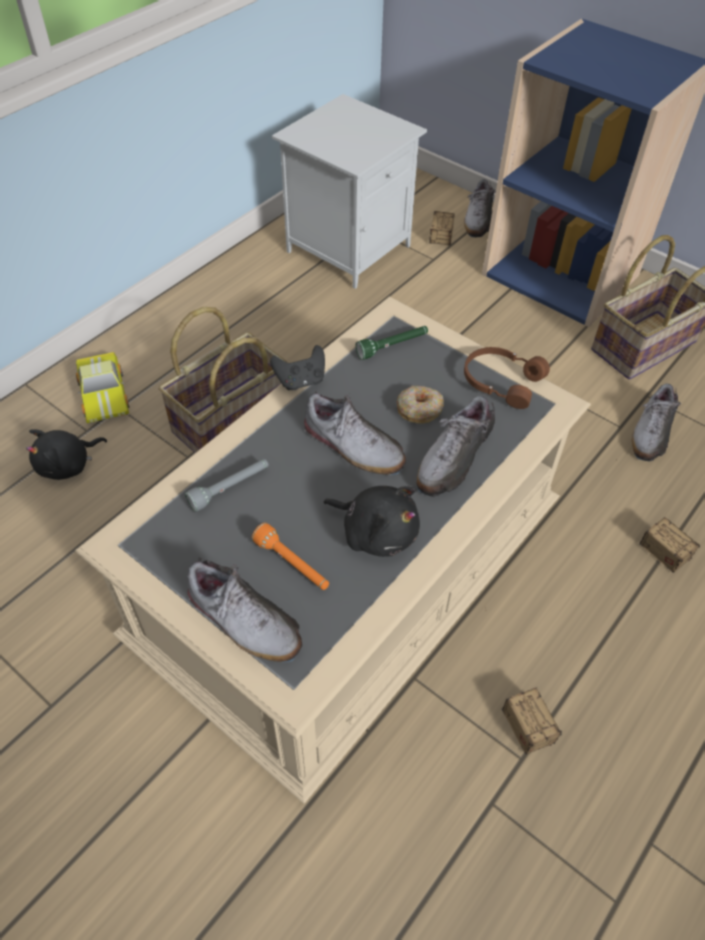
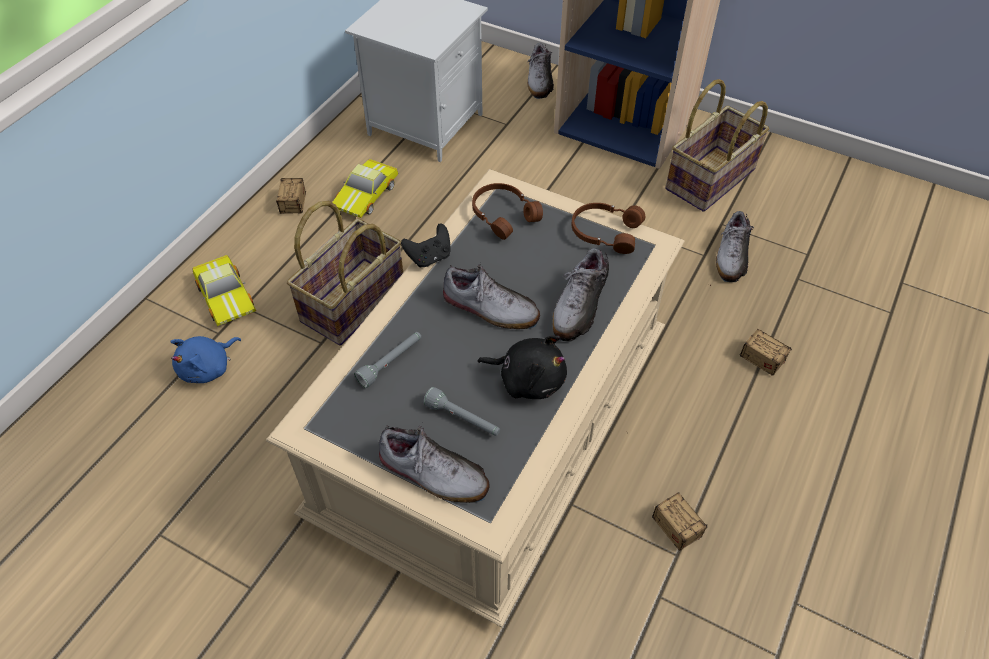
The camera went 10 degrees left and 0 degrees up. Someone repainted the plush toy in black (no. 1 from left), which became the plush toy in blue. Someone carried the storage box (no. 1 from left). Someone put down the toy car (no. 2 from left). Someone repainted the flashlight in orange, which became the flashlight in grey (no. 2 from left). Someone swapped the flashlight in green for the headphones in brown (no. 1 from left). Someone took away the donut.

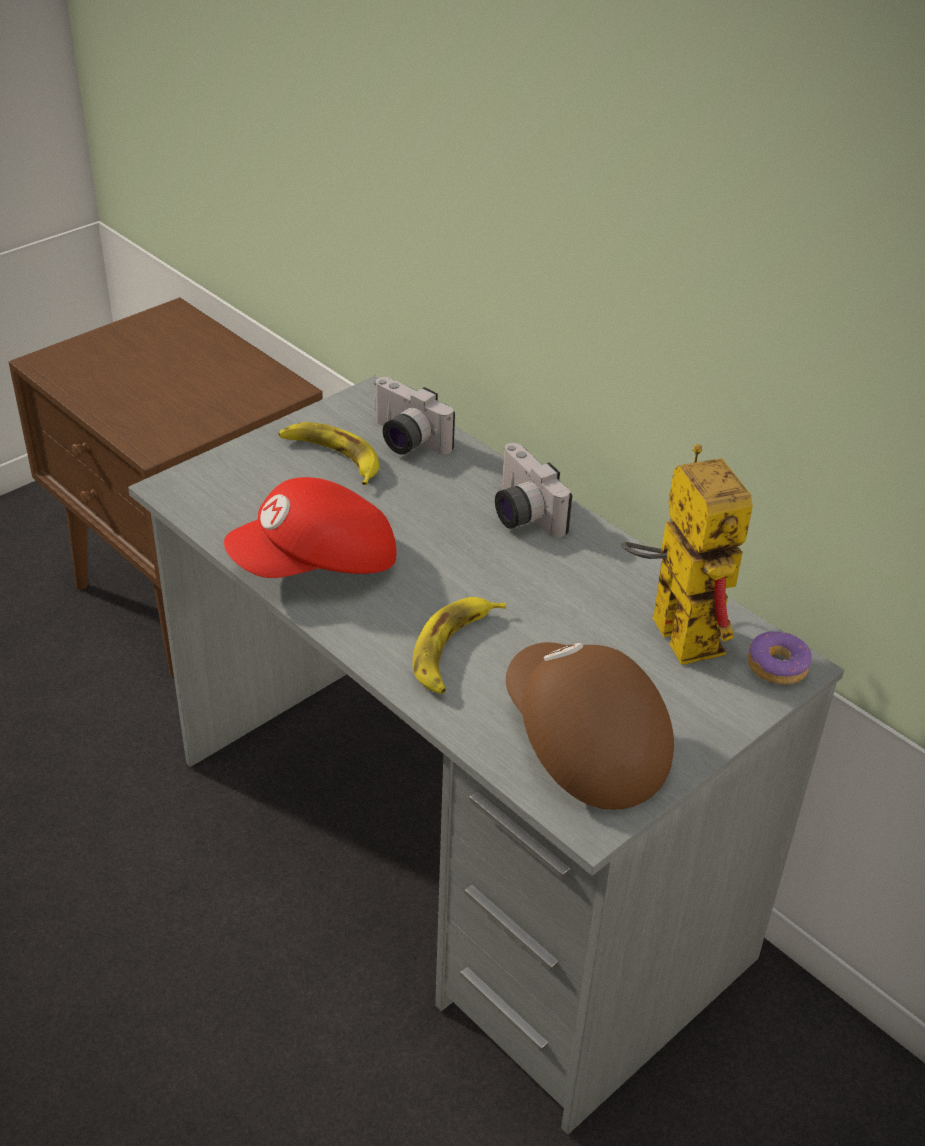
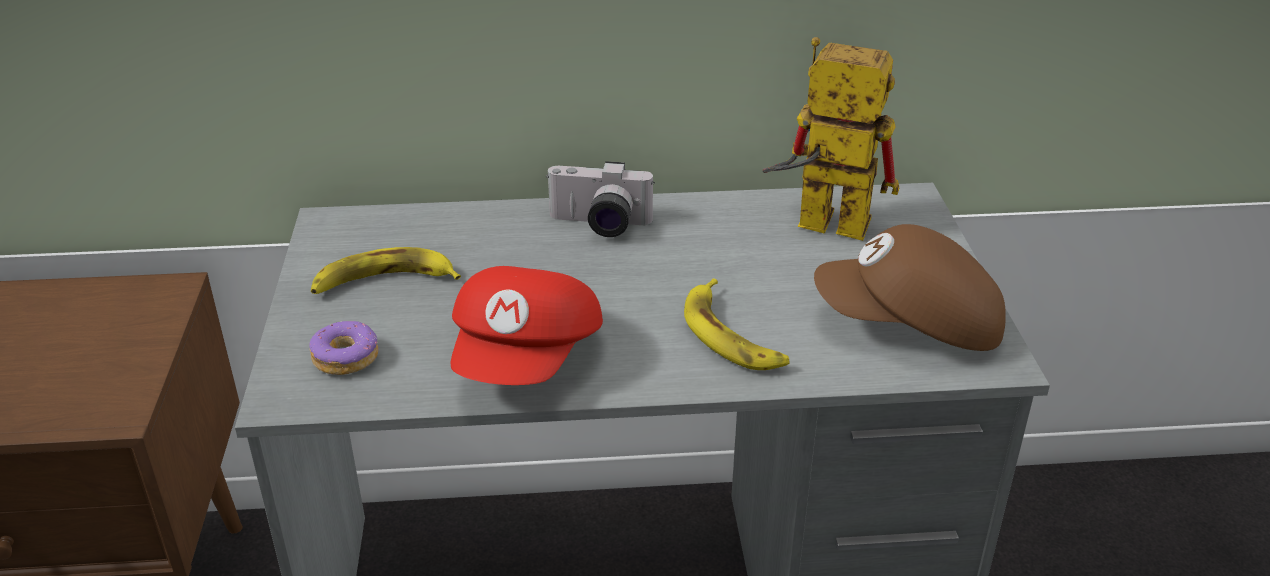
The camera went 50 degrees left and 5 degrees down. Someone carried the donut. Someone took away the photo camera (no. 1 from left).

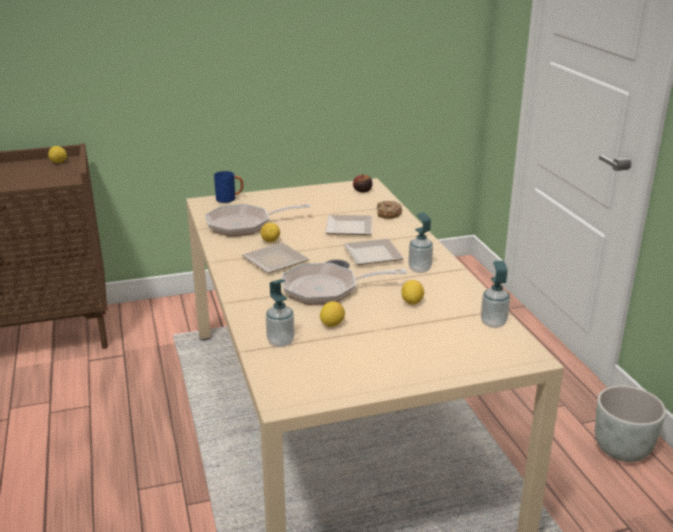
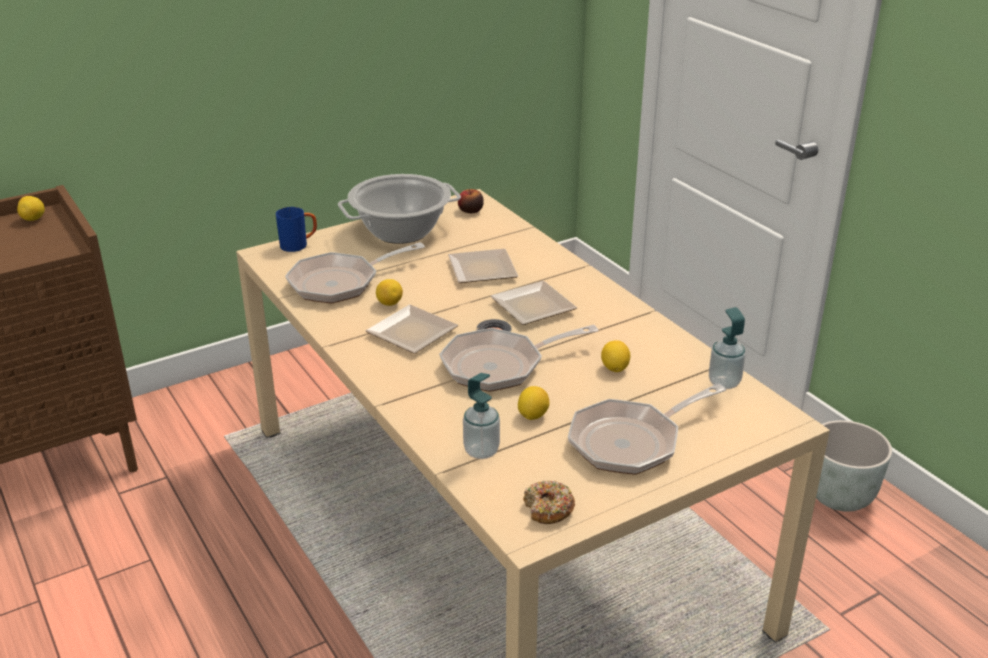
The camera went 15 degrees left and 5 degrees up. Someone put down the cooking pot. Someone carried the donut. Someone put down the frying pan (no. 3 from left). Someone took away the soap dispenser (no. 2 from left).

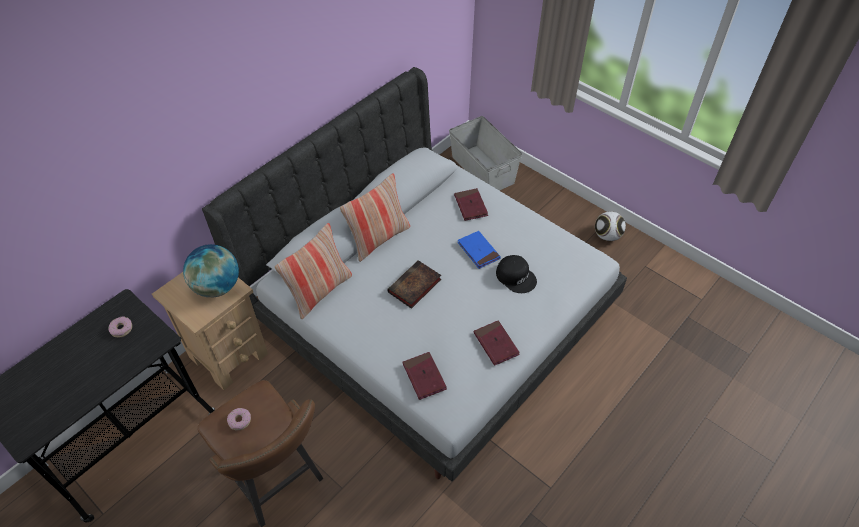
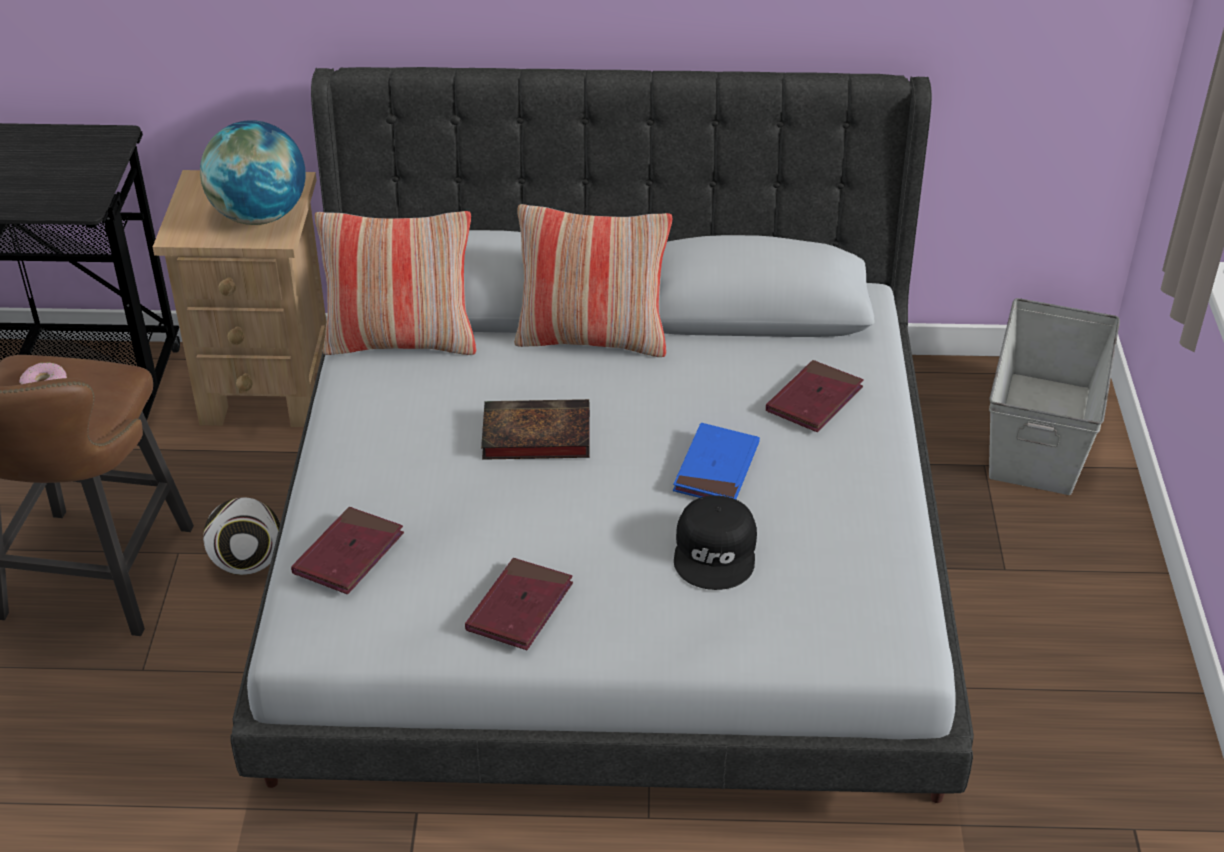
The camera went 50 degrees right and 10 degrees down. Someone carried the football. Someone took away the donut (no. 1 from left).

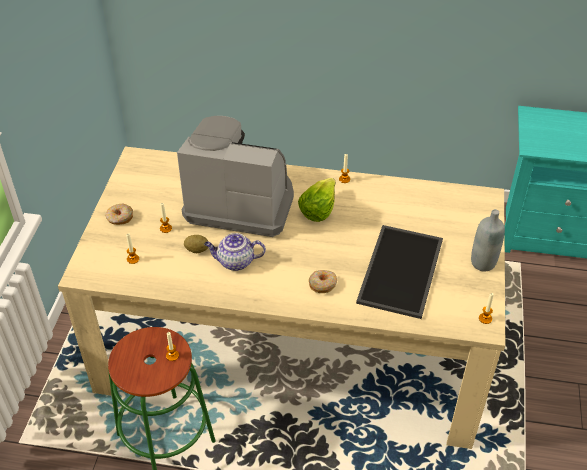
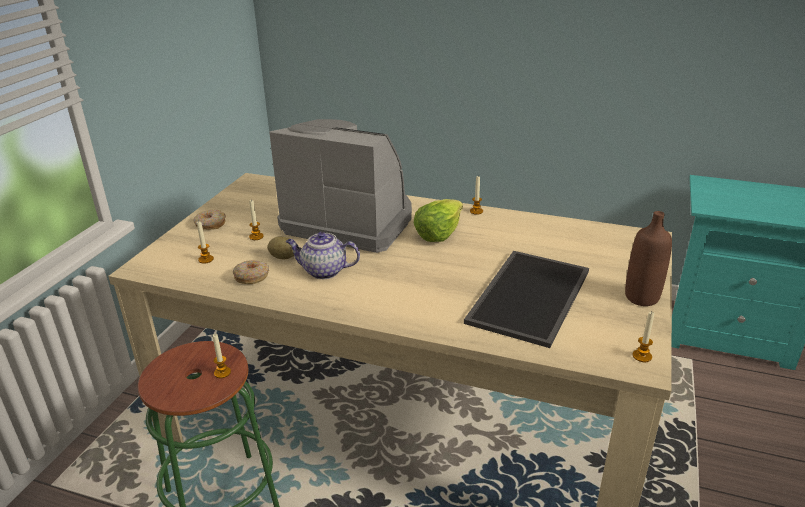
The camera went 10 degrees right and 15 degrees down. Someone carried the donut (no. 2 from left). Someone repainted the bottle in grey, which became the bottle in brown.

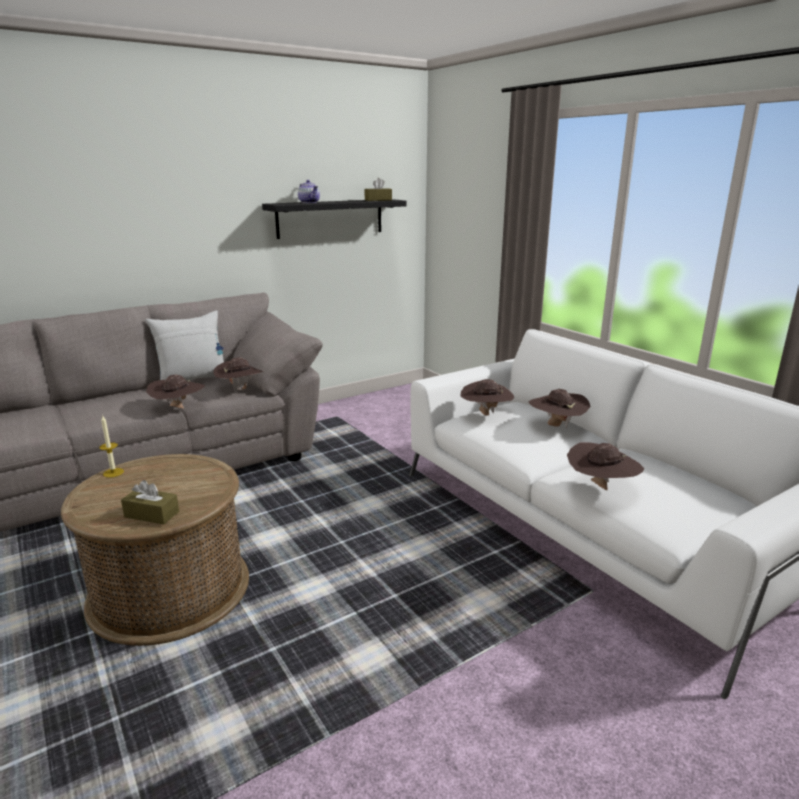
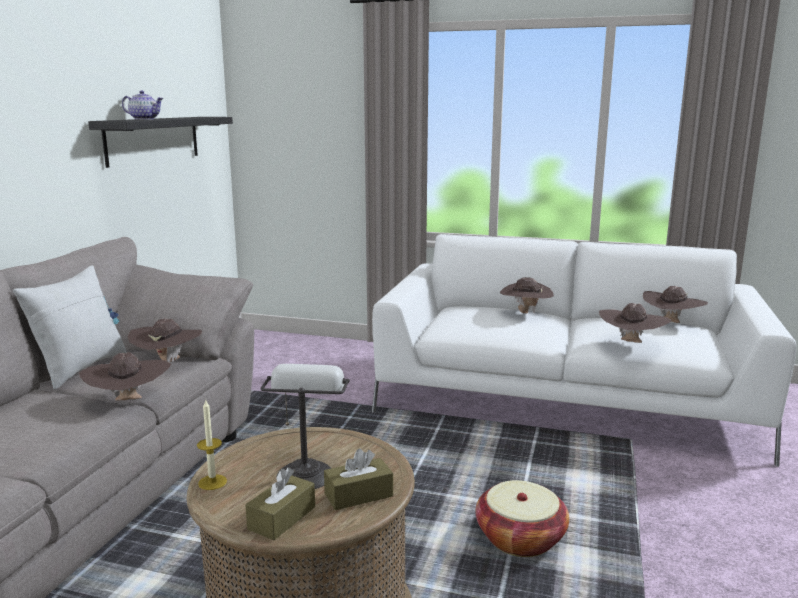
The camera went 40 degrees left and 5 degrees down. Someone carried the tissue box in brown (no. 2 from left in the first image). Someone put down the table lamp. Someone put down the basket. Someone carried the hat in brown (no. 3 from left in the first image).

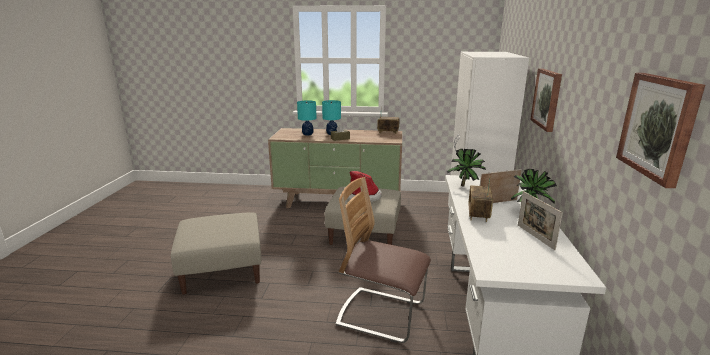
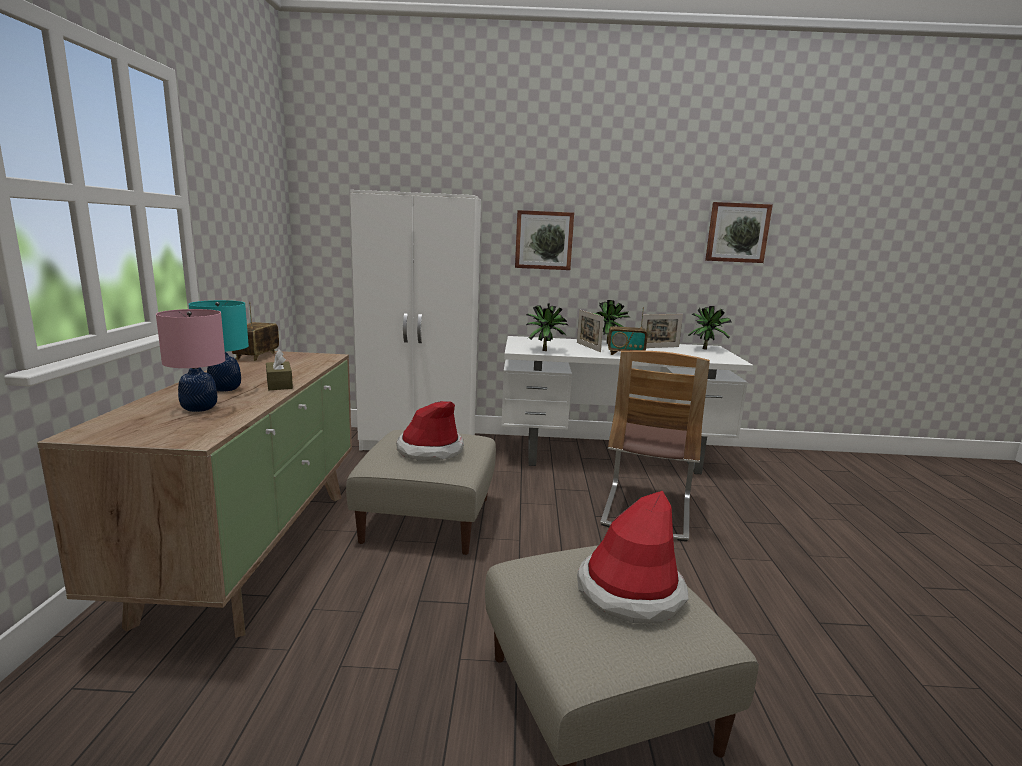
The camera went 95 degrees left and 5 degrees down. Someone repainted the table lamp in turquoise (no. 1 from left), which became the table lamp in pink. Someone put down the hat (no. 2 from left). Someone put down the potted plant (no. 3 from left).

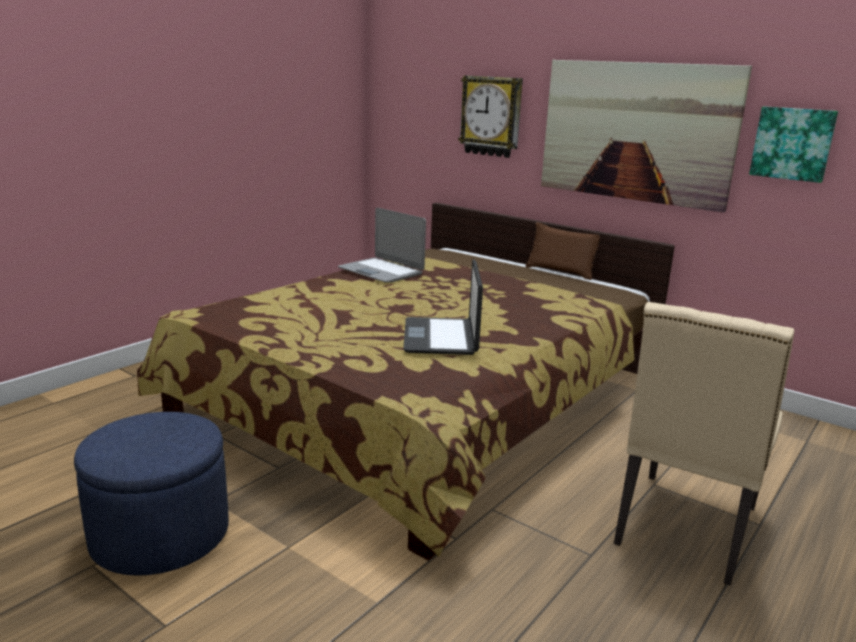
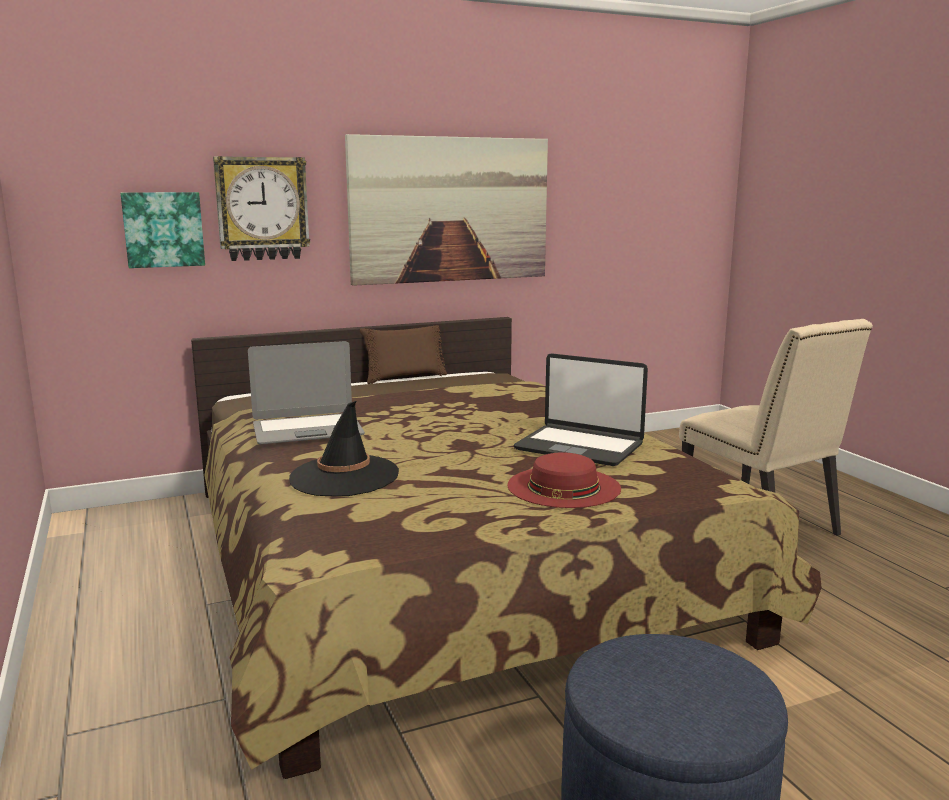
The camera went 60 degrees left and 5 degrees down. Someone carried the picture (no. 2 from left in the first image). Someone put down the hat in black. Someone put down the hat in red.

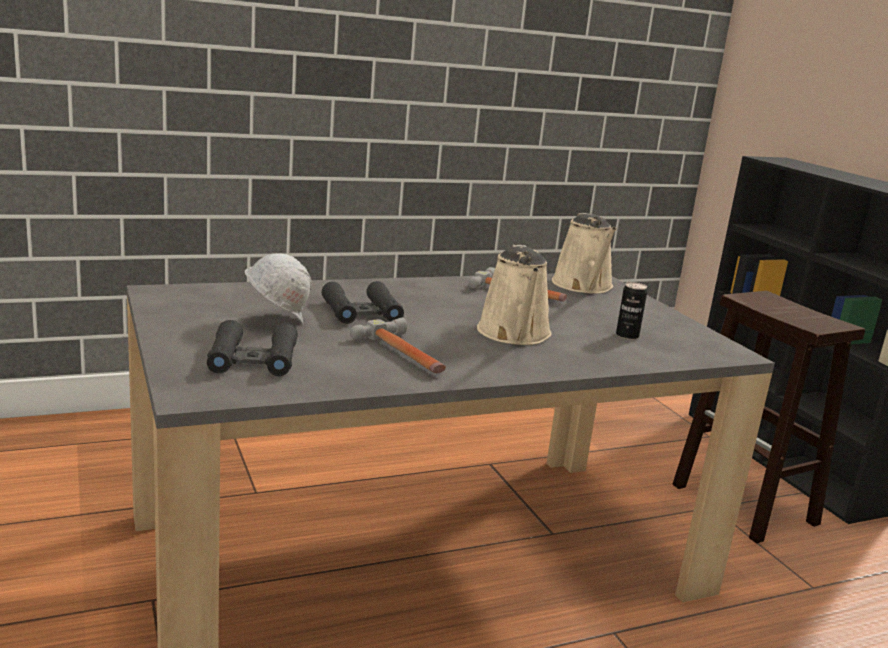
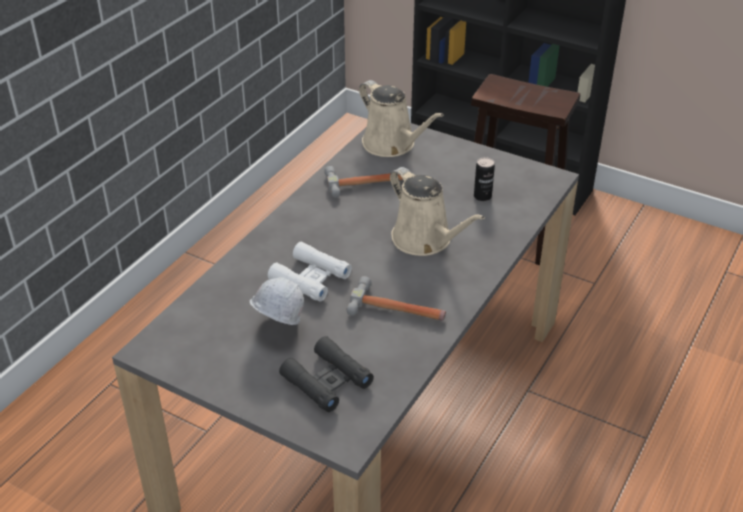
The camera went 35 degrees left and 20 degrees up. Someone repainted the binoculars in black (no. 2 from left), which became the binoculars in white.

